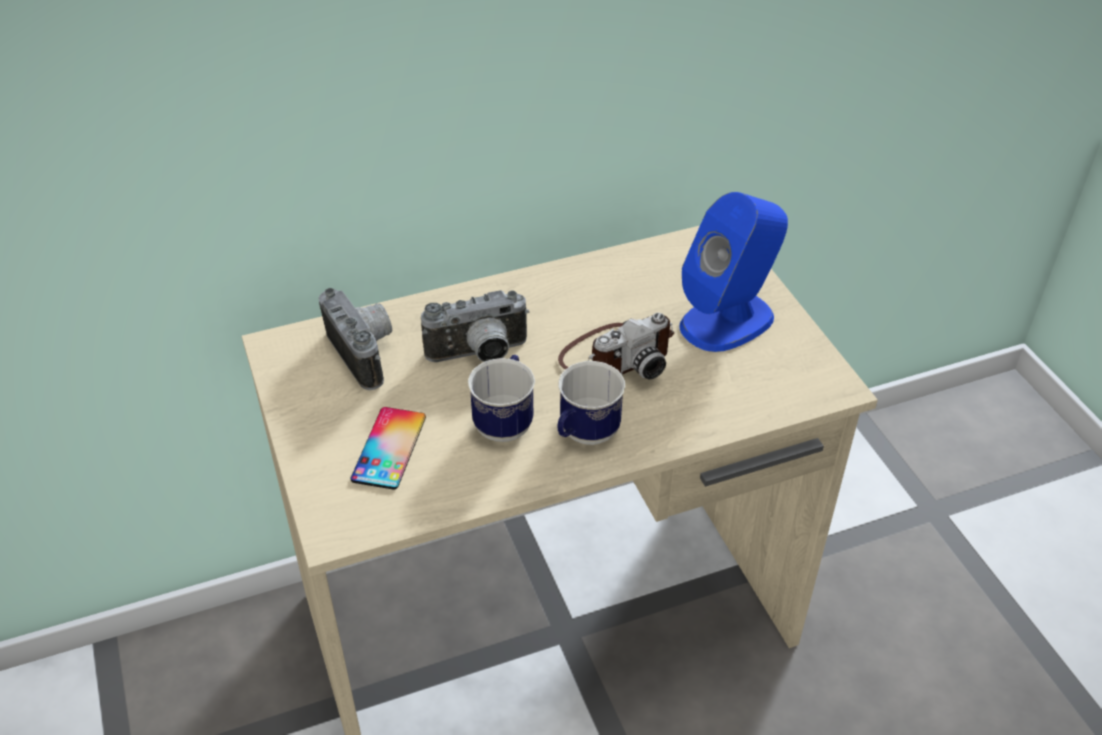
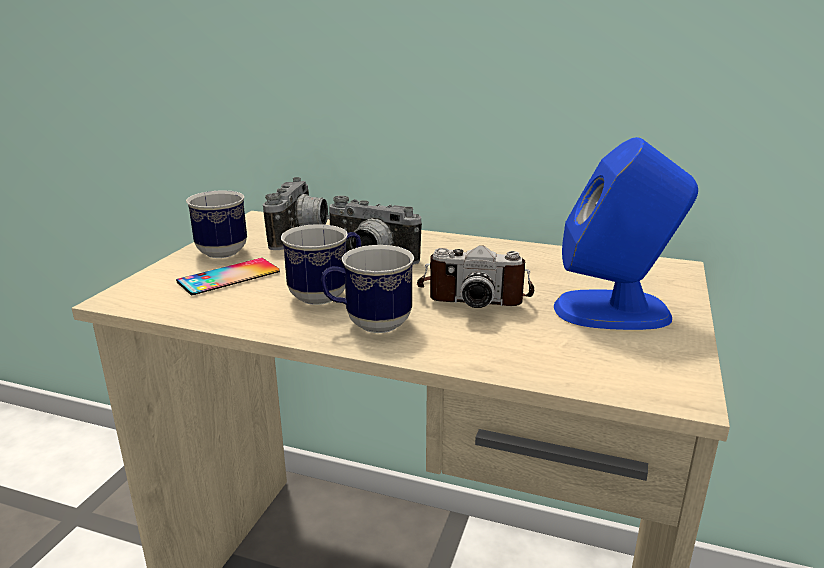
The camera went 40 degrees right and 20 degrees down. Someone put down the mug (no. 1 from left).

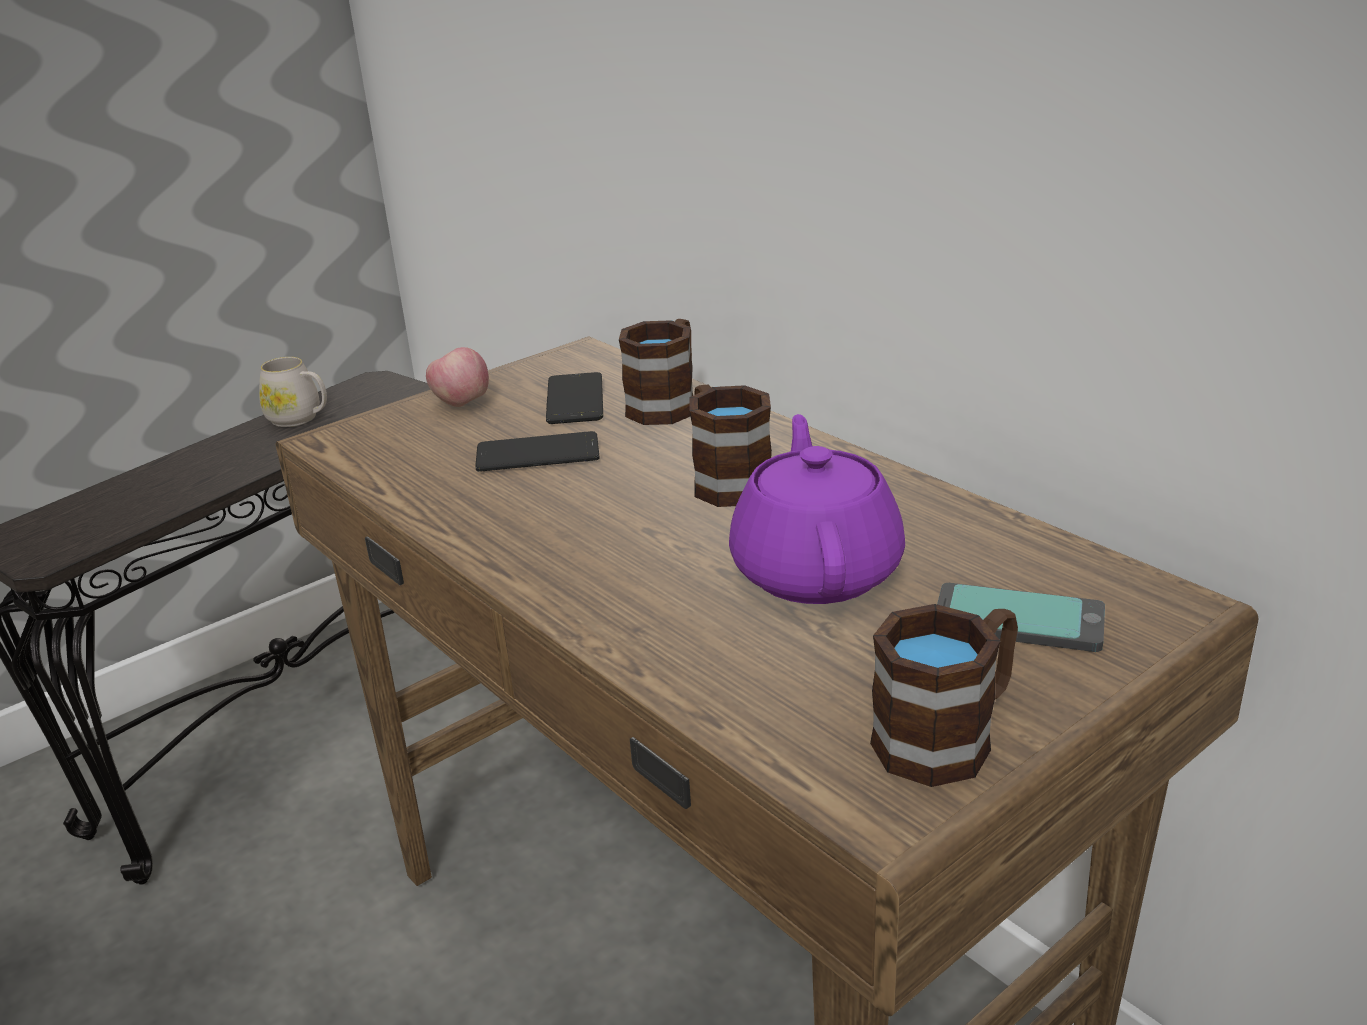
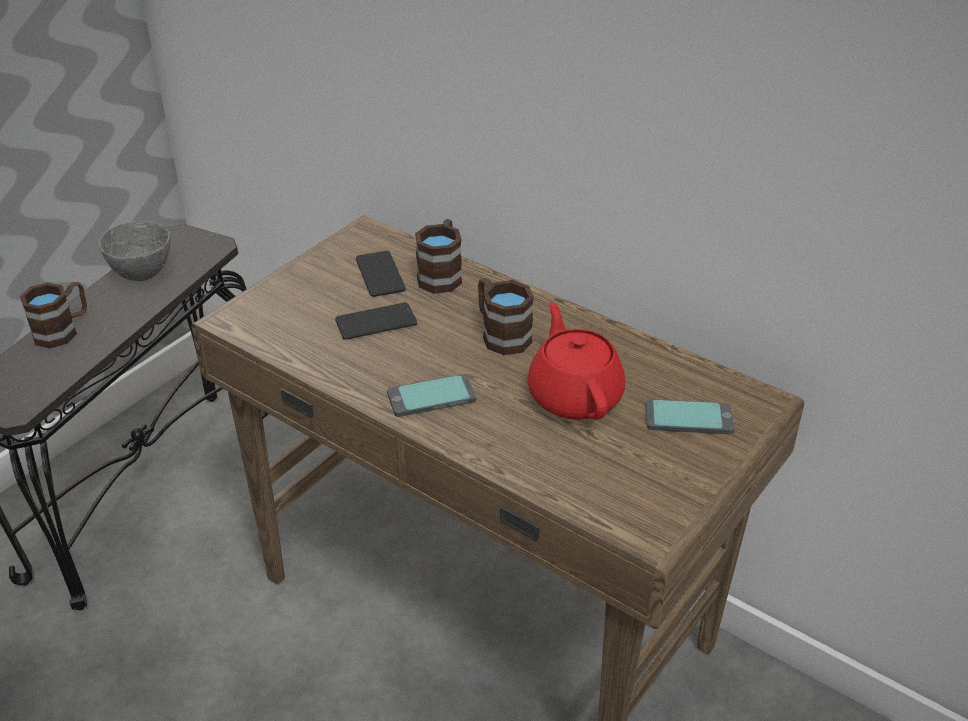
The camera went 15 degrees left and 10 degrees up. Someone carried the mug in brown (no. 3 from left in the first image). Someone swapped the mug in white for the bowl in grey. Someone put down the phone (no. 3 from left). Someone repainted the teapot in purple, which became the teapot in red. Someone took away the apple.

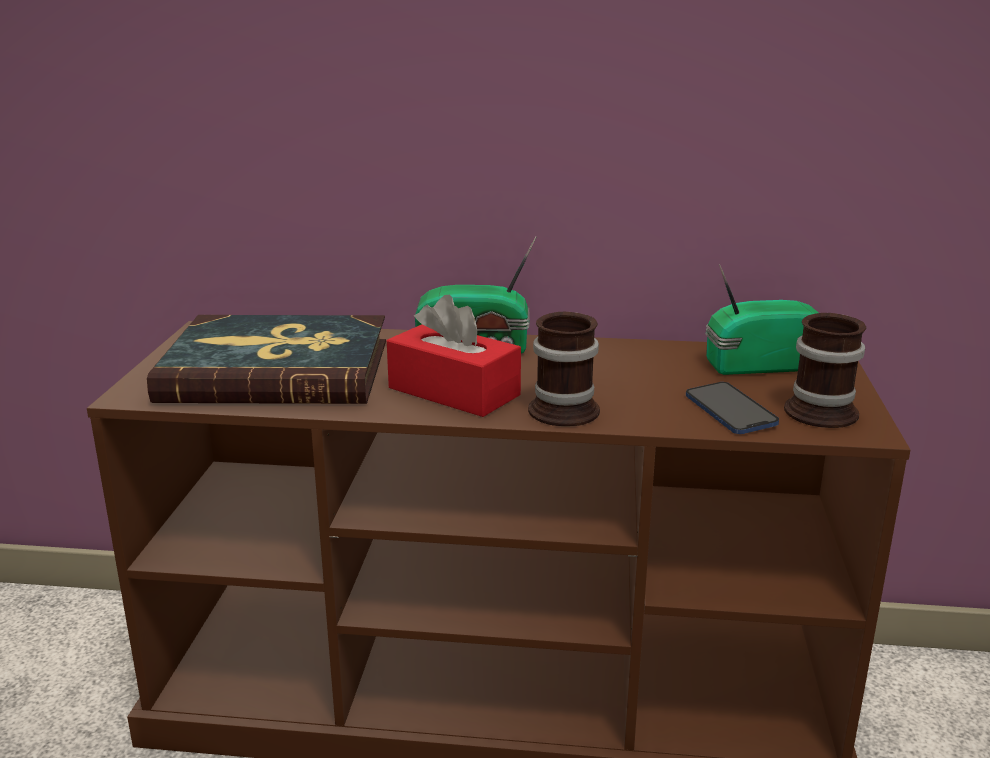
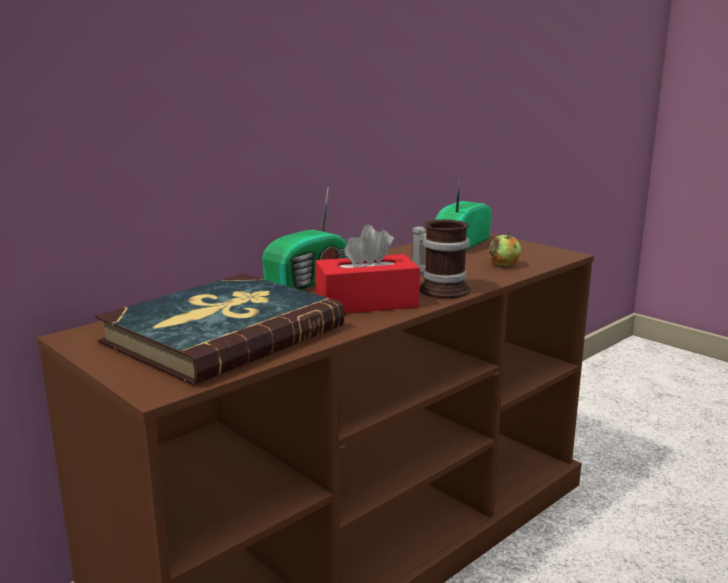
The camera went 50 degrees left and 5 degrees down. Someone swapped the phone for the apple. Someone took away the mug (no. 2 from left).

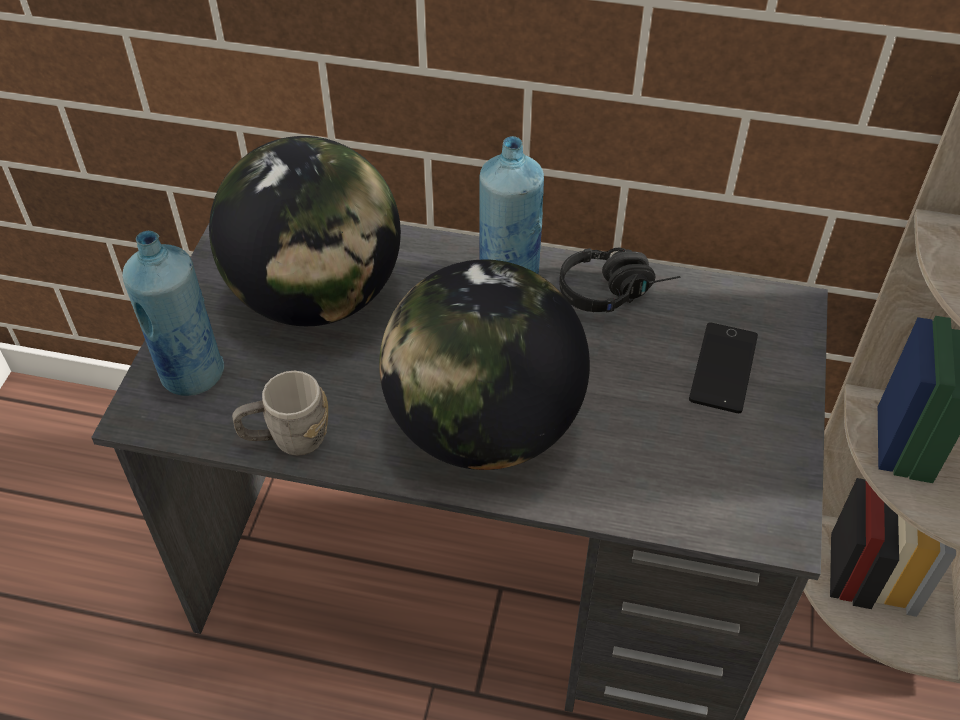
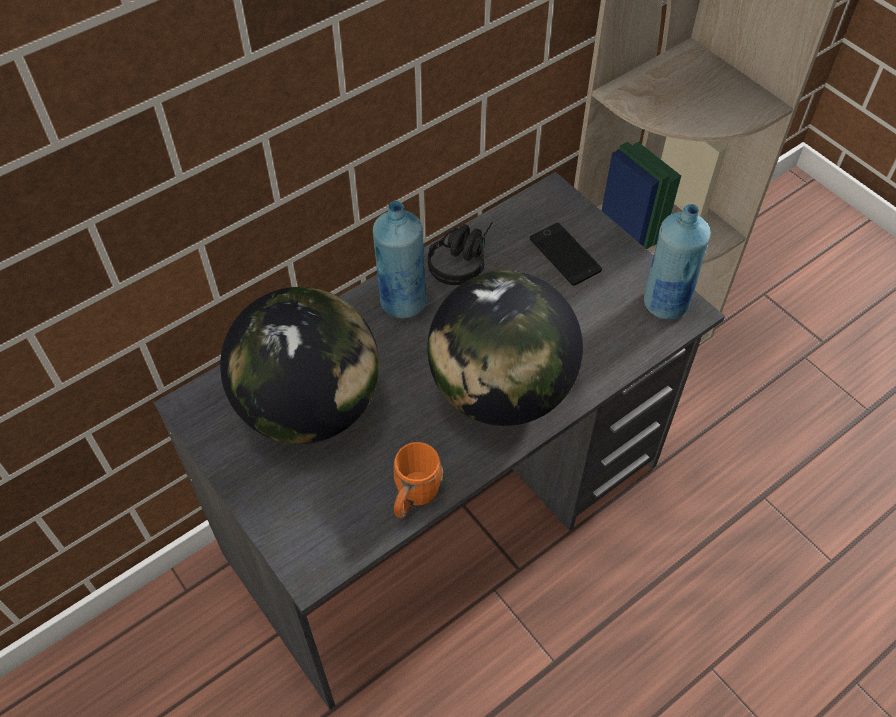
The camera went 50 degrees left and 5 degrees up. Someone repainted the mug in grey, which became the mug in orange. Someone carried the bottle in blue (no. 1 from left in the first image).

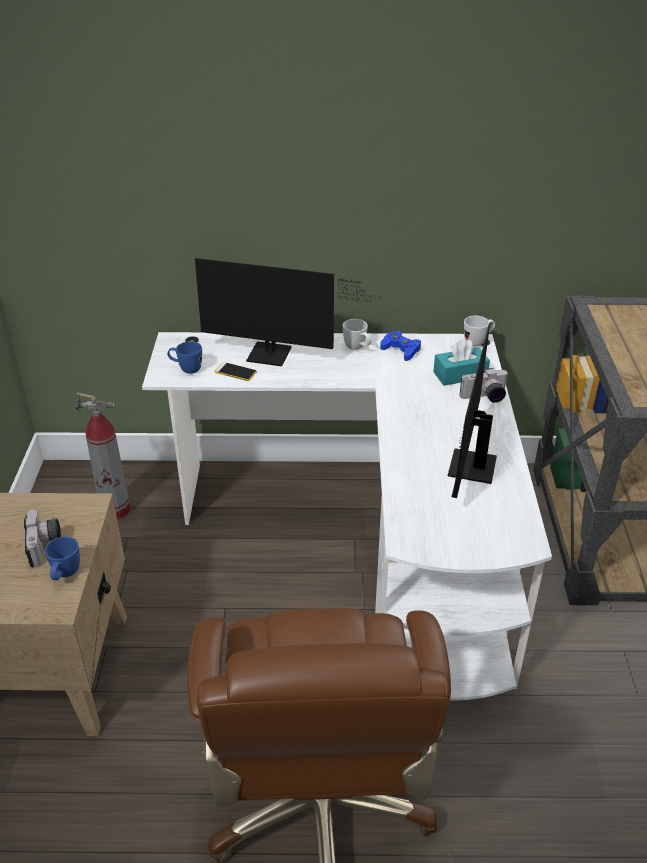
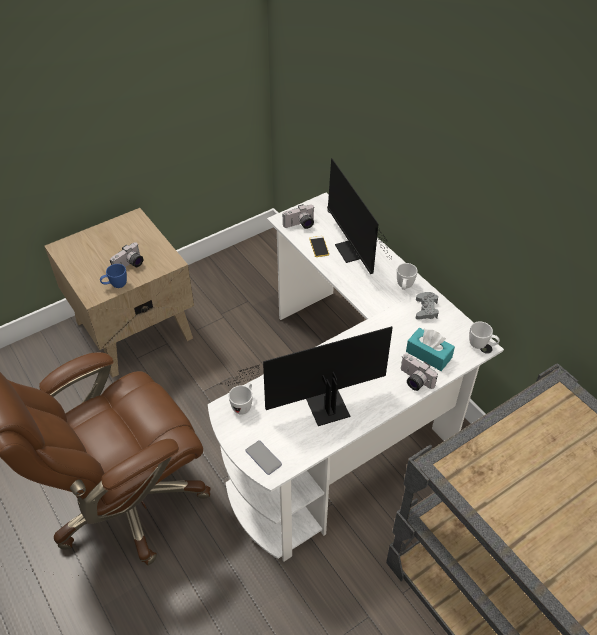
The camera went 55 degrees right and 10 degrees up. Someone put down the mug in white (no. 1 from left). Someone put down the phone (no. 1 from left). Someone swapped the mug in blue (no. 2 from left) for the photo camera (no. 2 from left). Someone repainted the game controller in blue, which became the game controller in grey. Someone took away the fire extinguisher.

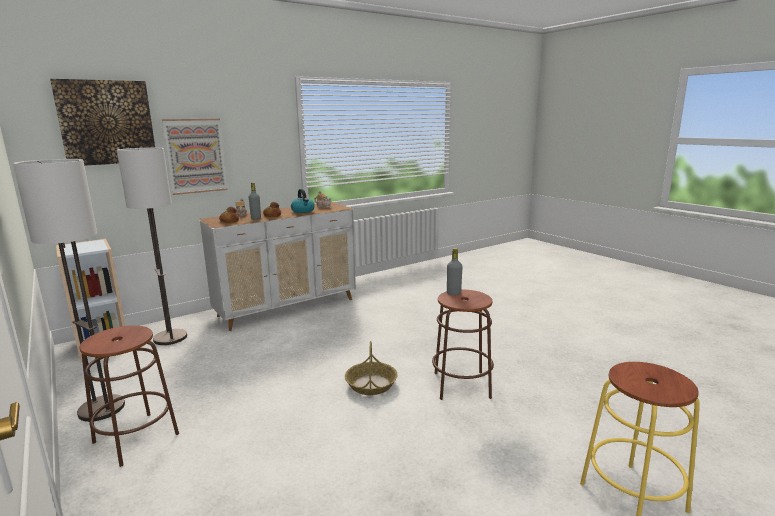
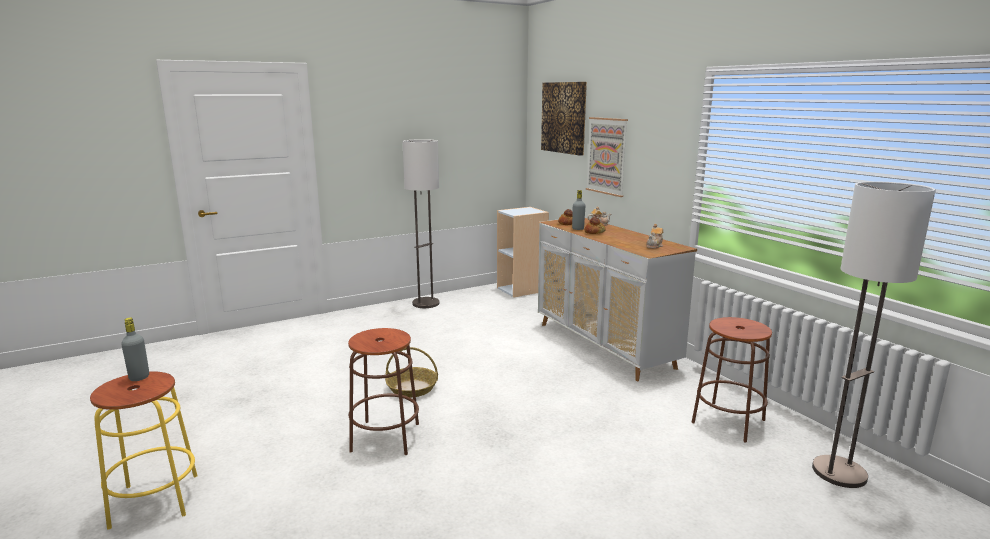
The camera went 95 degrees right and 0 degrees up. Someone carried the bottle in grey (no. 2 from left in the first image). Someone carried the stool in brown (no. 1 from left in the first image). Someone carried the floor lamp (no. 2 from left). Someone took away the kettle.

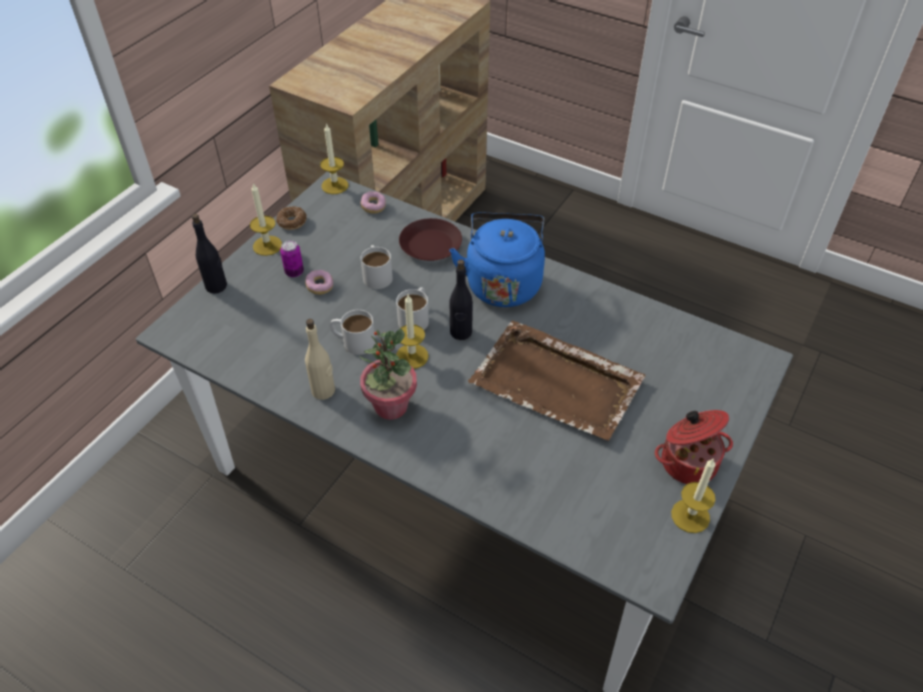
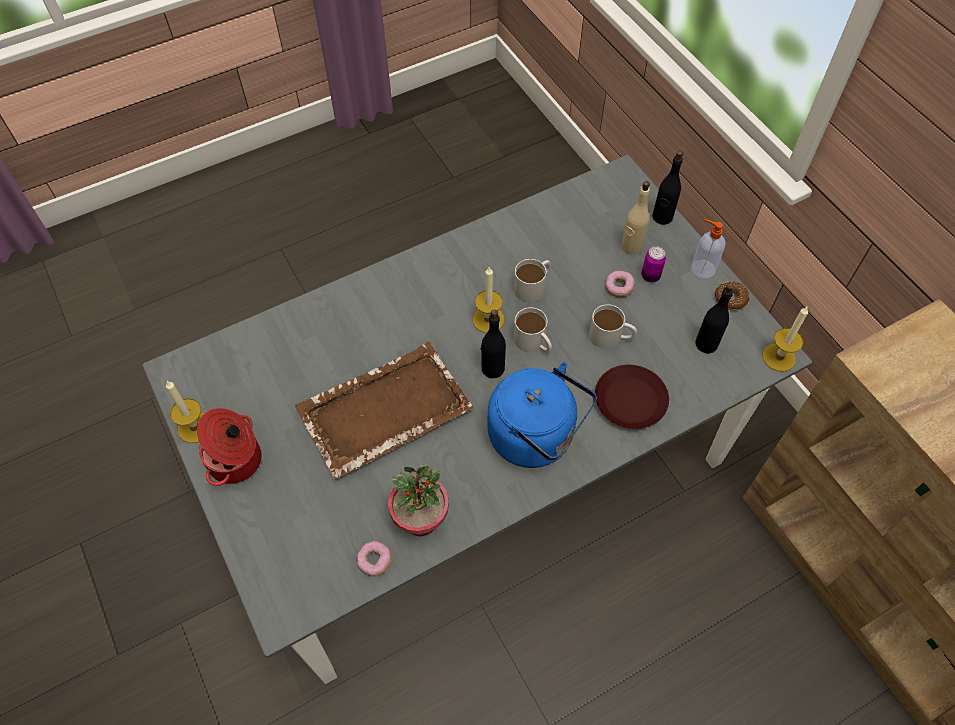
The camera went 120 degrees right and 10 degrees up. Someone carried the donut (no. 3 from left in the first image). Someone carried the potted plant. Someone carried the bottle in beige. Someone swapped the candle (no. 1 from left) for the soap dispenser. Someone put down the bottle in black (no. 3 from left).

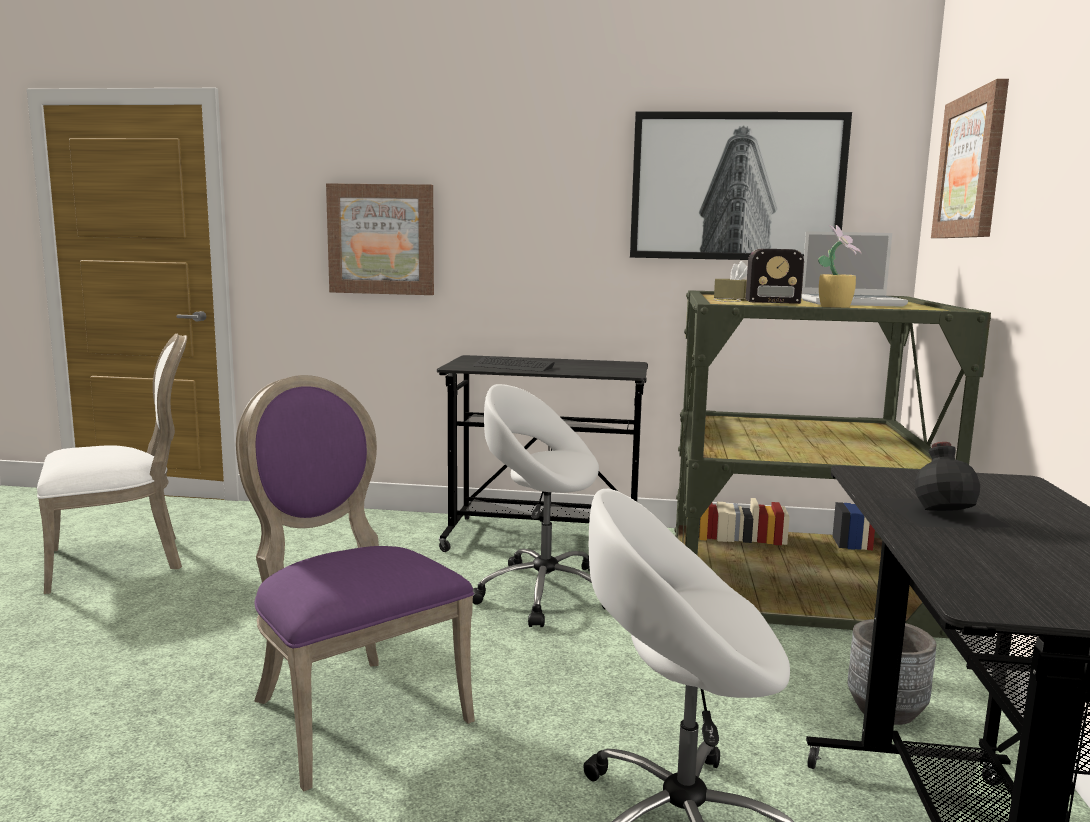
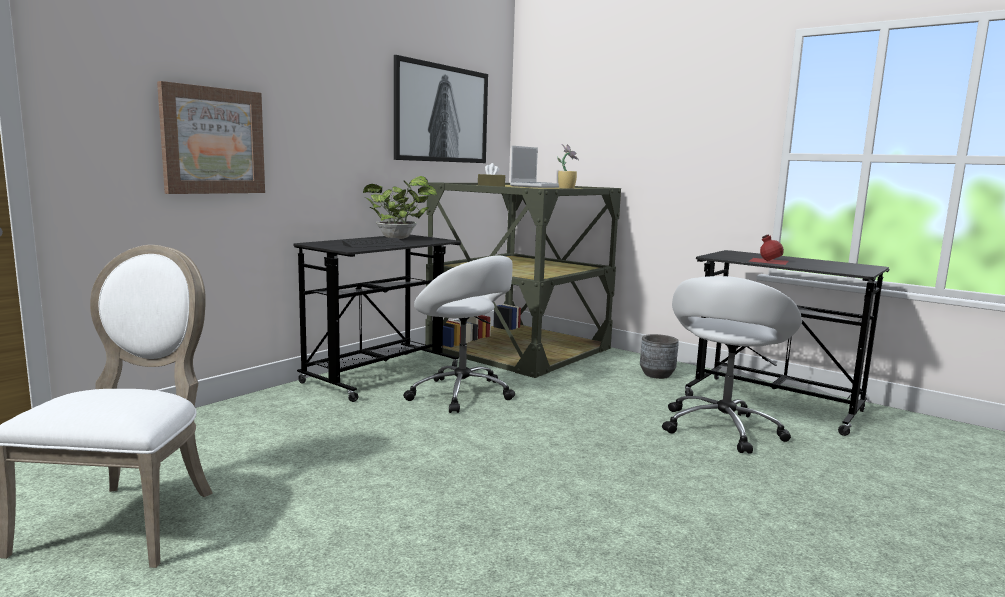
The camera went 60 degrees left and 0 degrees up. Someone put down the potted plant (no. 1 from left). Someone rotated the office chair in white (no. 1 from left) by 90 degrees counterclockwise. Someone repainted the bottle in black, which became the bottle in red. Someone took away the chair in purple. Someone took away the radio. Someone took away the picture (no. 3 from left).

